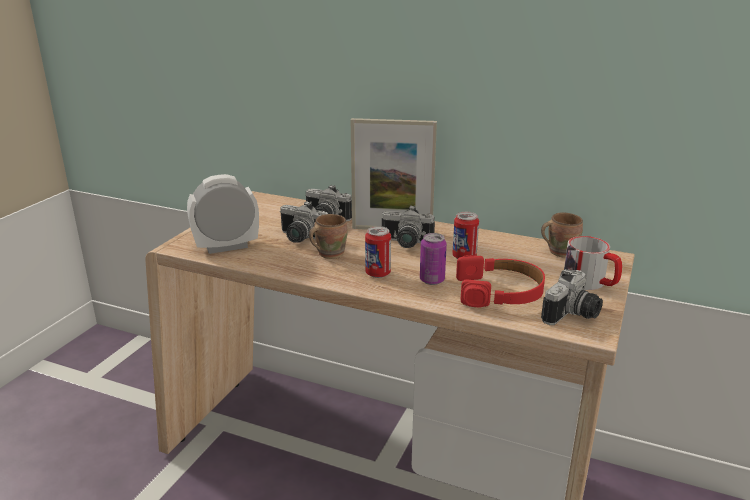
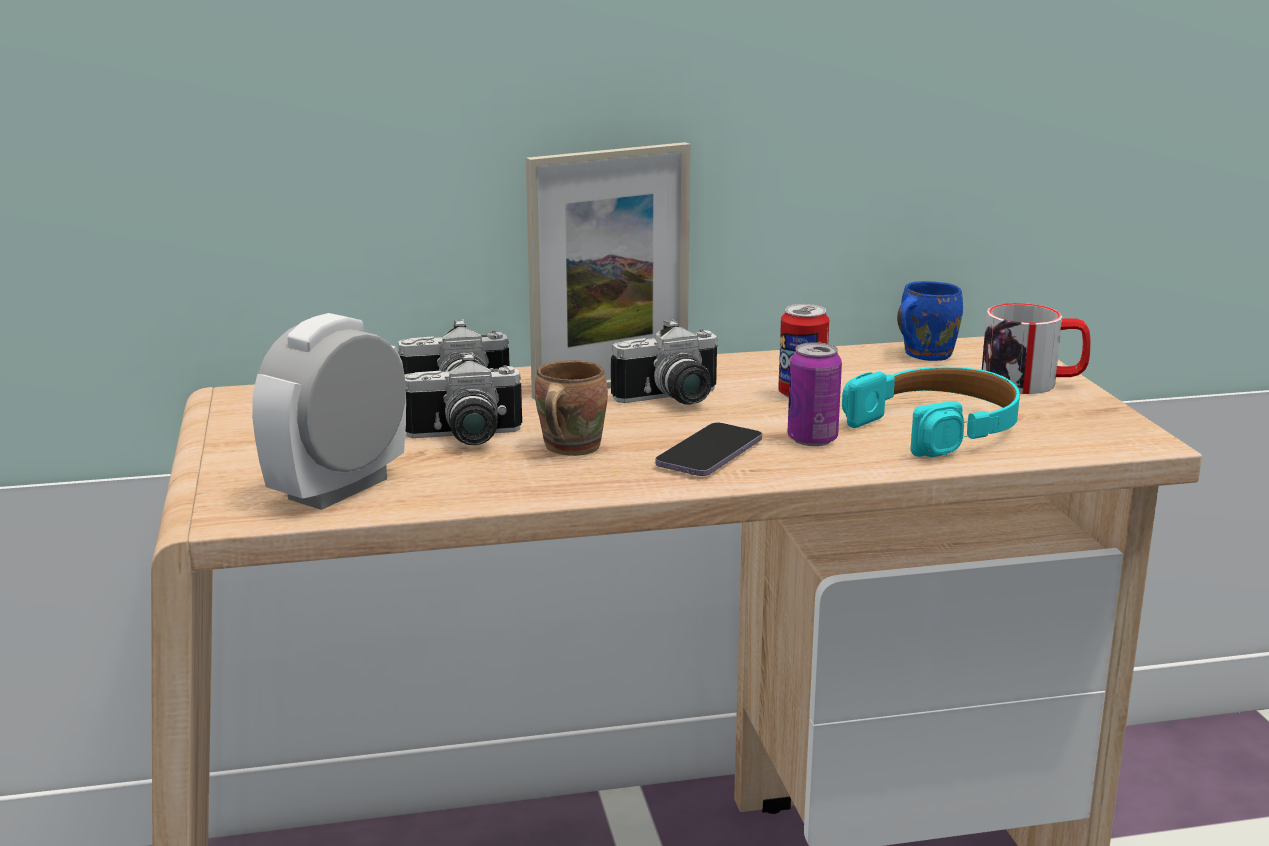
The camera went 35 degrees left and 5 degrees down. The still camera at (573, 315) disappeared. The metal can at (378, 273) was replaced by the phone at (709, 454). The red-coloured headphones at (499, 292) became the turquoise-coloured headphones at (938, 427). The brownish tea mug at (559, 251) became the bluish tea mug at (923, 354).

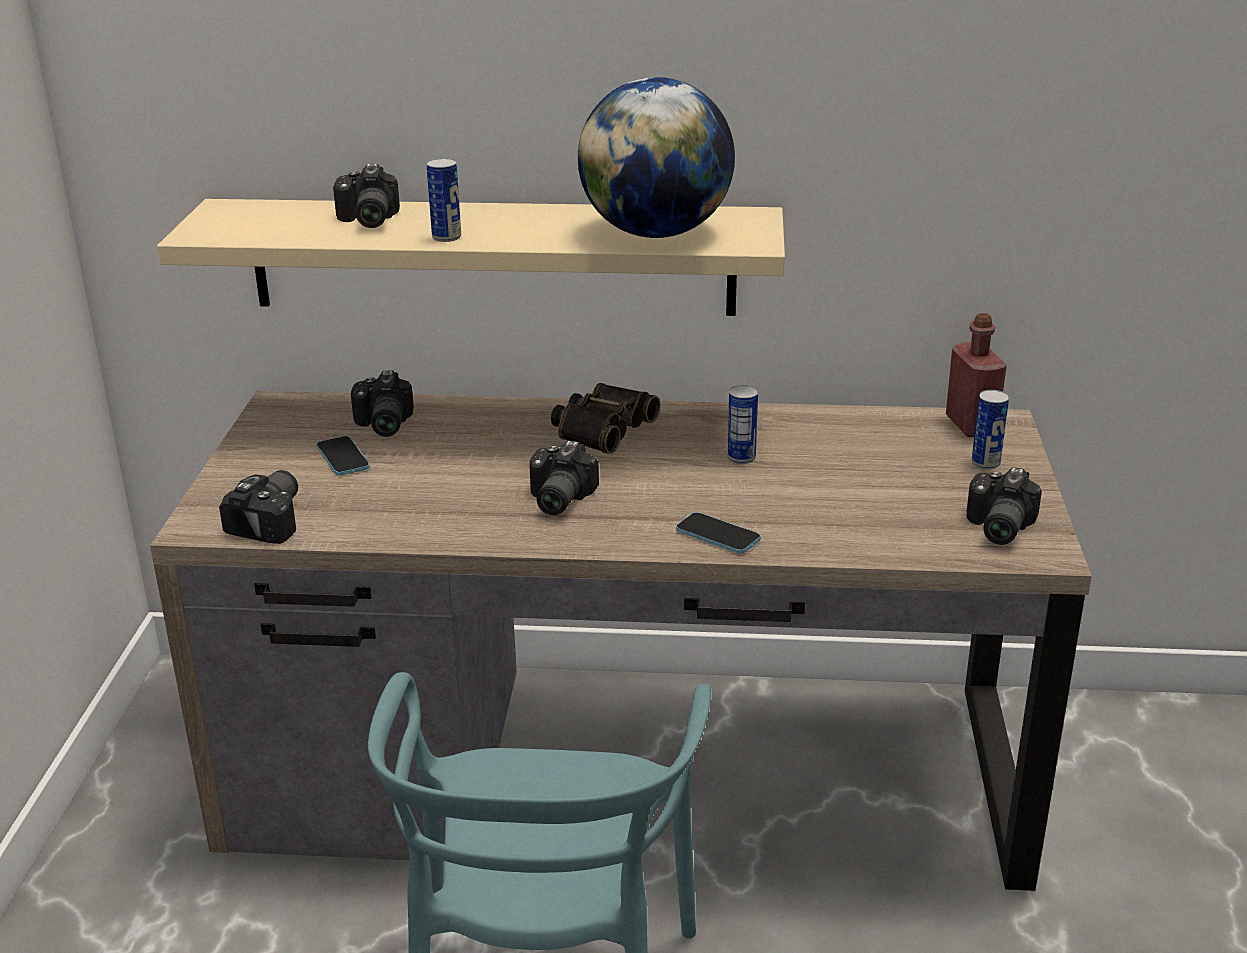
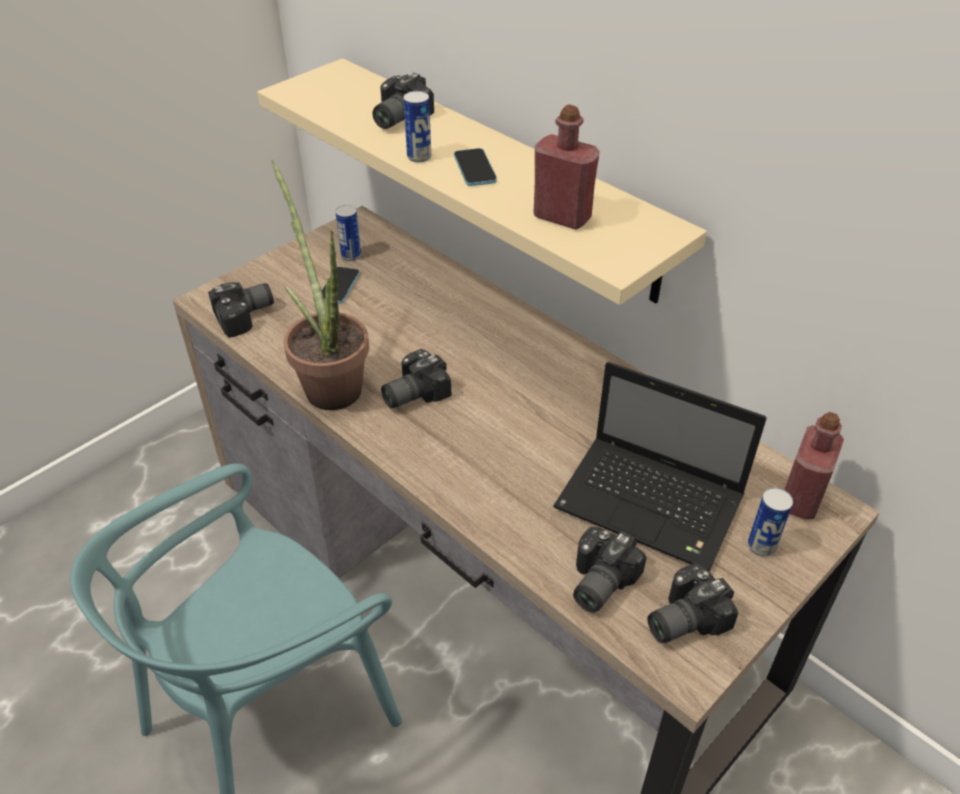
The camera went 40 degrees right and 15 degrees up. The field glasses at (601, 428) disappeared. The potted plant at (329, 383) appeared. The notebook computer at (653, 504) appeared. The still camera moved from (381, 425) to (597, 581). The phone moved from (718, 535) to (475, 169). The metal can moved from (741, 458) to (351, 255). The globe at (656, 233) was replaced by the red-coloured drink bottle at (562, 217).

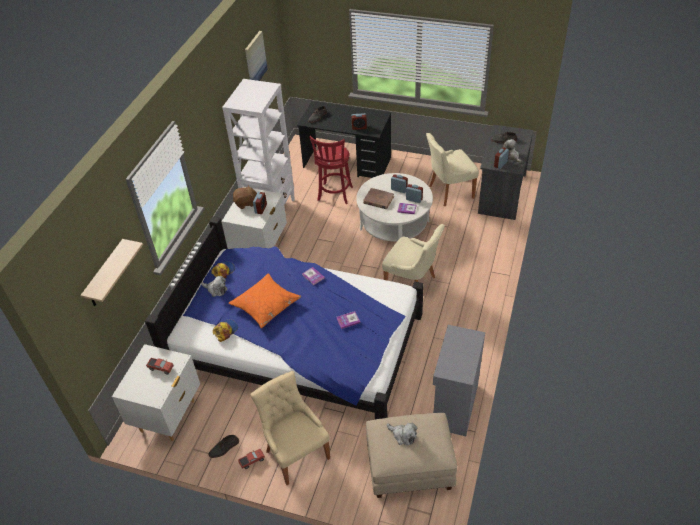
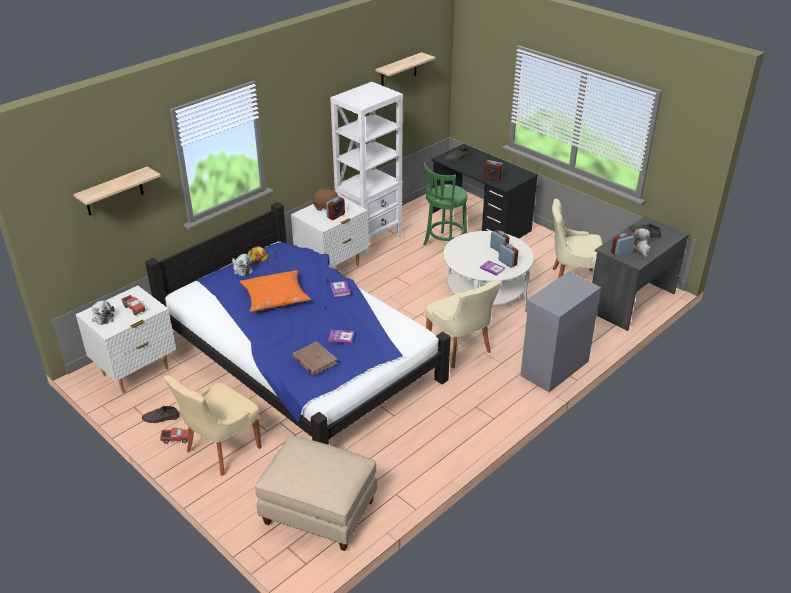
The camera went 25 degrees right and 10 degrees down. The cap at (225, 331) disappeared. The brownish book moved from (378, 200) to (314, 360). The plush toy moved from (403, 435) to (103, 317). The greyish cupboard moved from (454, 406) to (553, 368). The wall art at (255, 59) was replaced by the wall shelf at (398, 71). The red-coloured stool seat at (334, 195) became the green stool seat at (444, 245). The beige-coloured upright chair at (296, 453) turned 135 degrees counterclockwise.

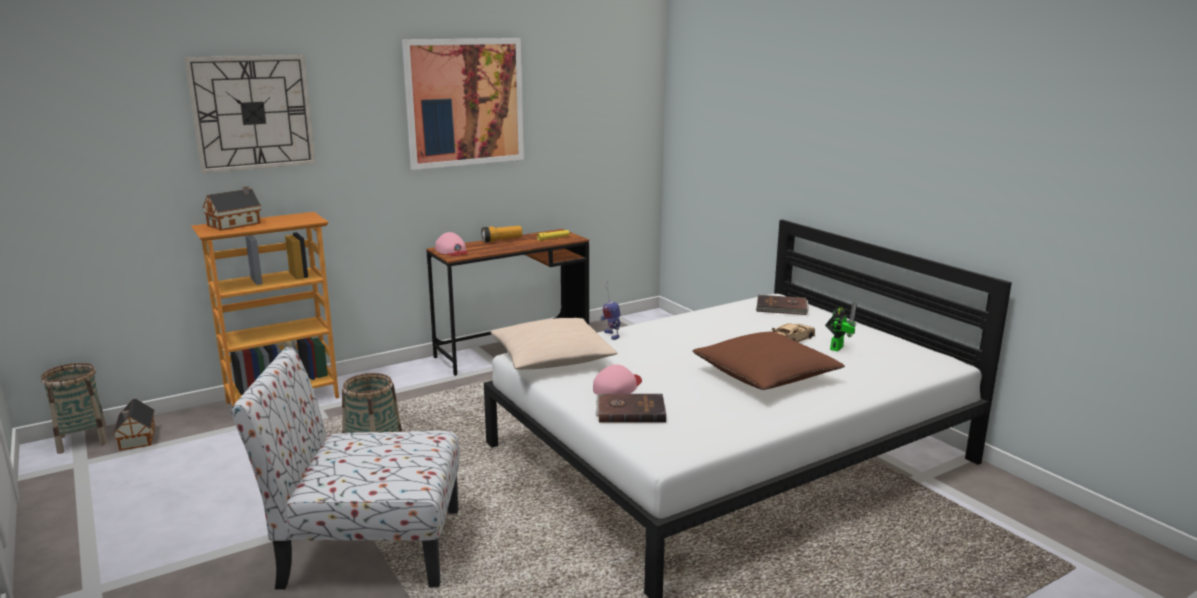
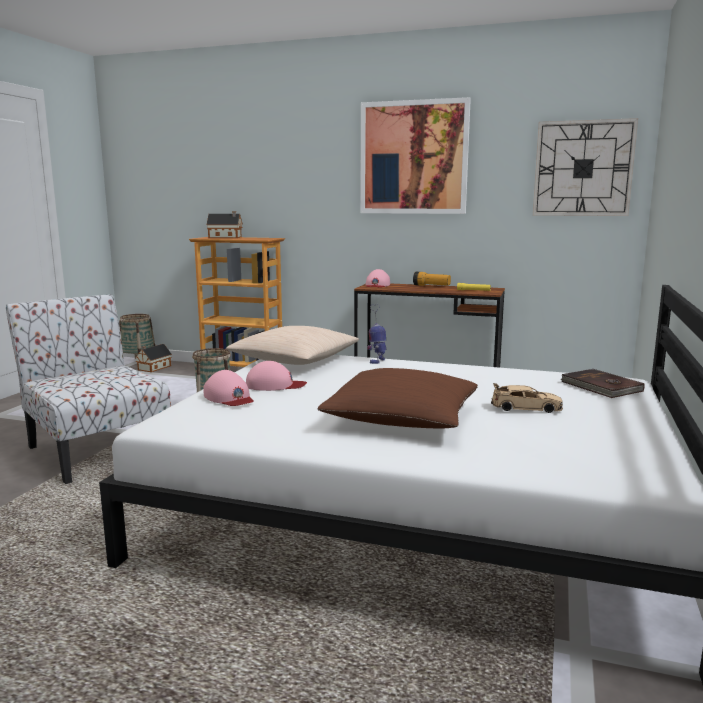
The camera went 50 degrees right and 5 degrees down. The robot figure at (837, 347) disappeared. The hanging clock moved from (252, 113) to (583, 168). The brownish book at (630, 411) was replaced by the pinkish cap at (229, 397).

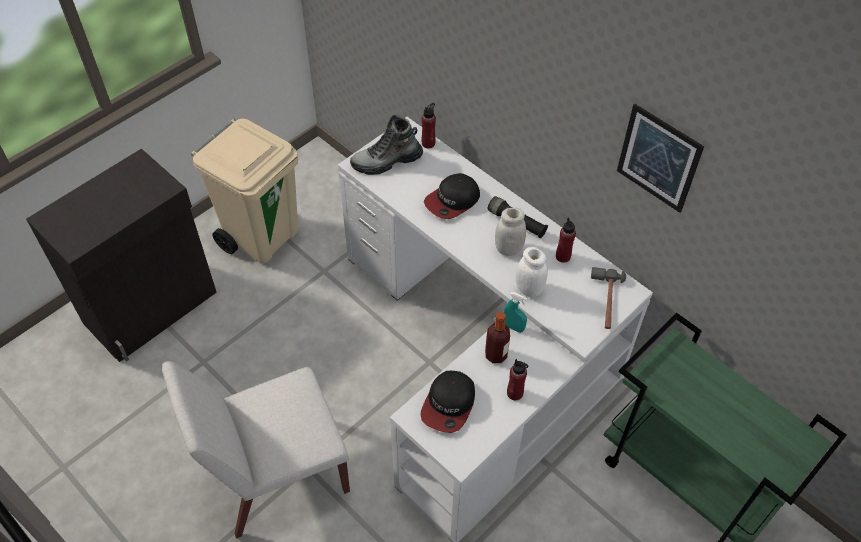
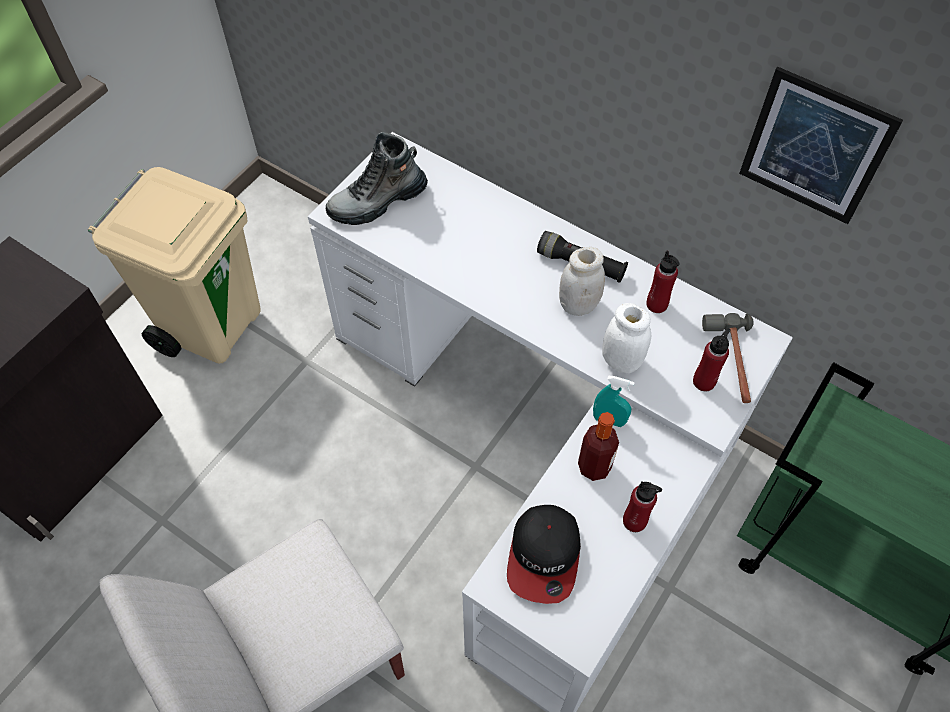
The camera went 10 degrees left and 5 degrees up. The cap at (452, 201) disappeared. The red-coloured drink bottle moved from (428, 143) to (704, 381).

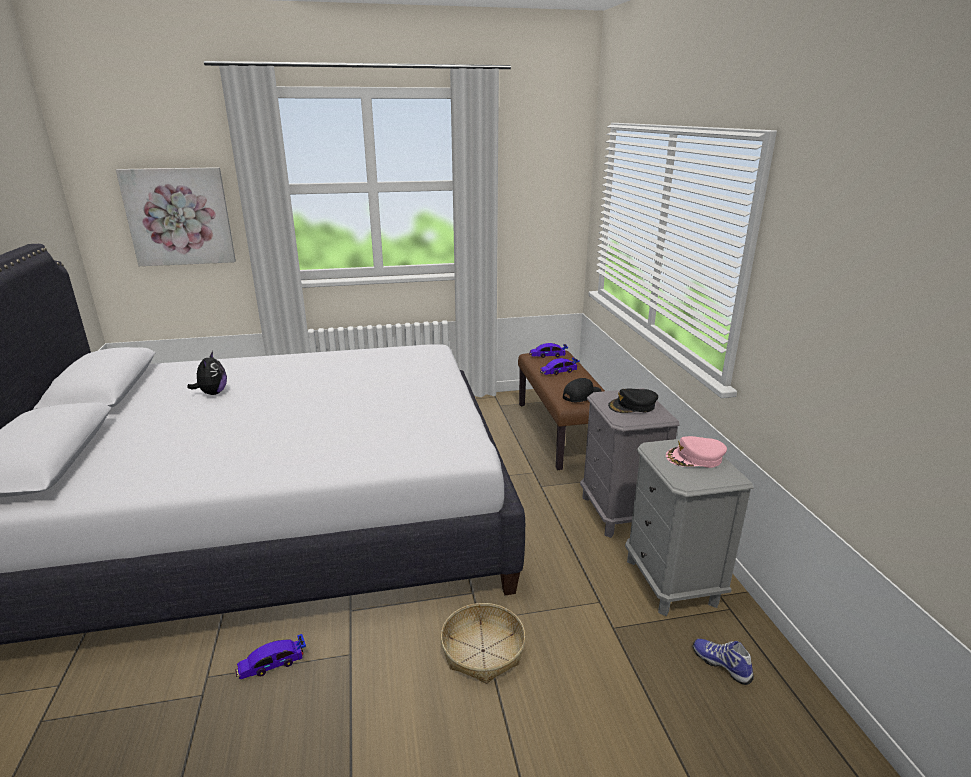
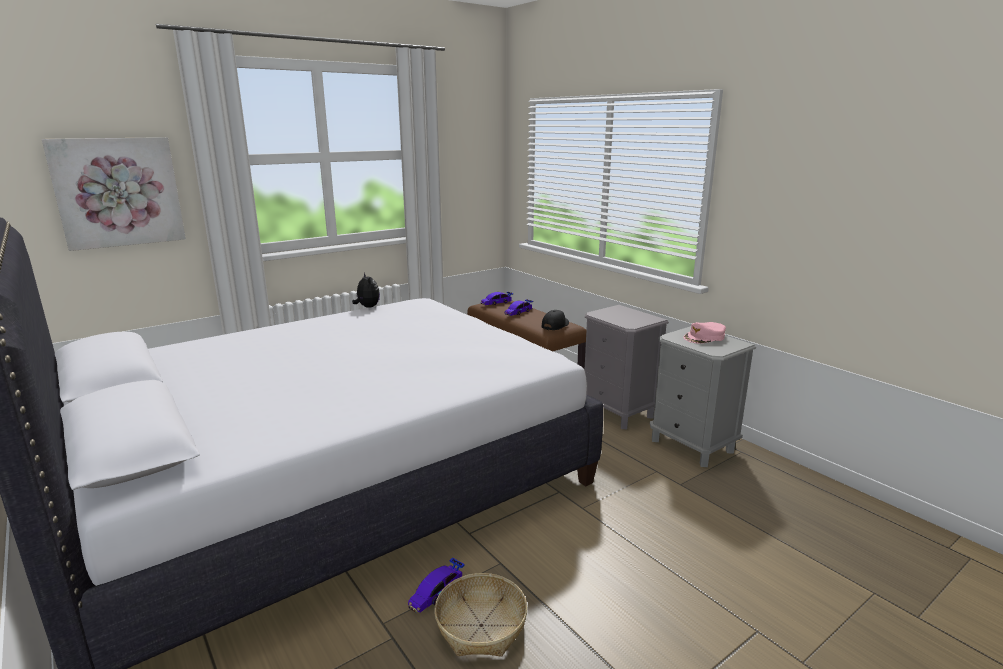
The camera went 25 degrees left and 5 degrees down. The blackish cap at (632, 406) disappeared. The low shoe at (722, 664) disappeared. The plush toy moved from (212, 393) to (367, 307). The household basket moved from (482, 651) to (481, 626).

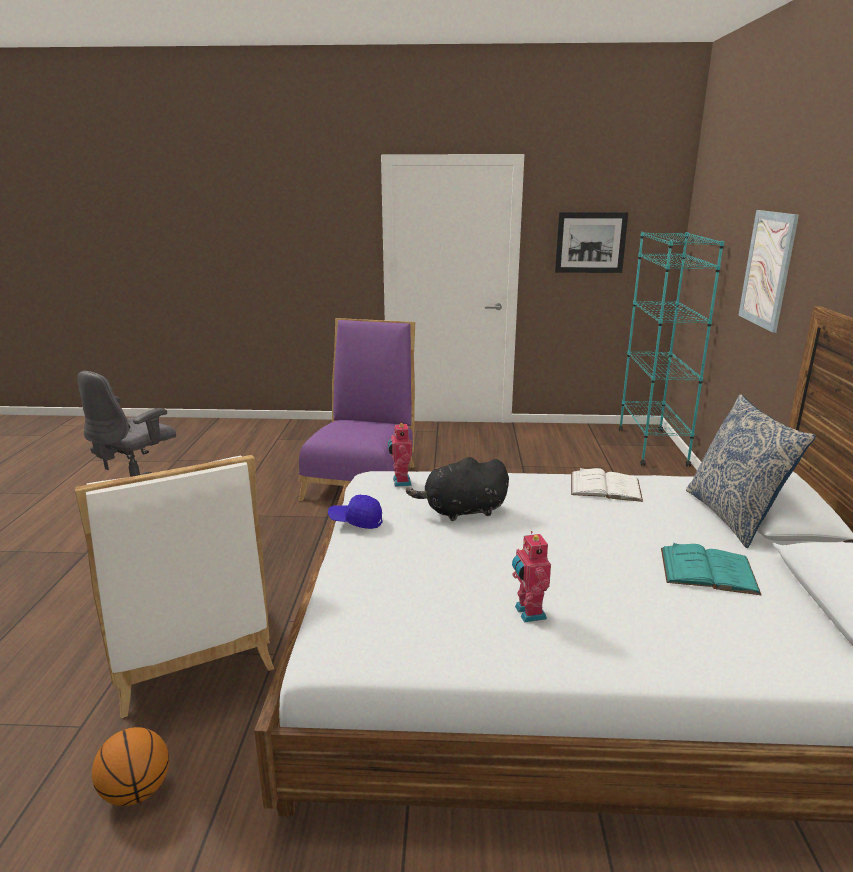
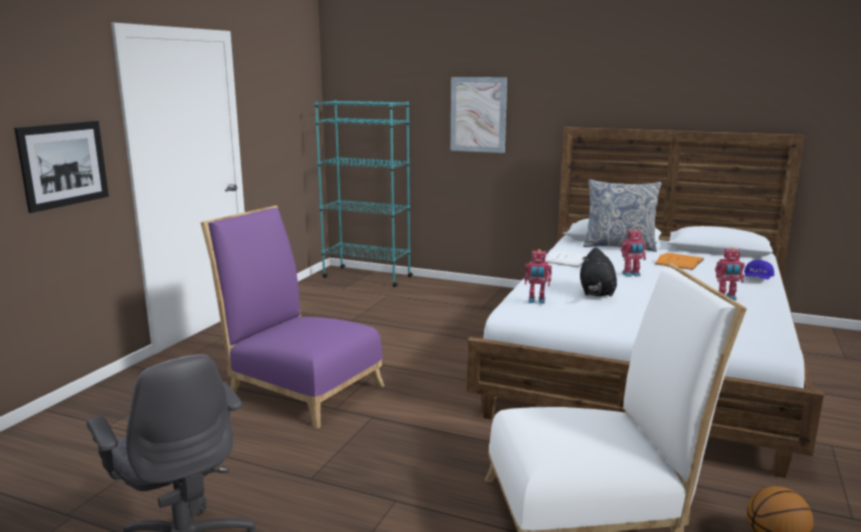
The camera went 70 degrees left and 5 degrees down. The robot figure at (631, 275) appeared. The bluish cap moved from (356, 521) to (757, 279). The wall art moved from (590, 242) to (64, 164). The turquoise-coloured book at (708, 570) became the orange-coloured book at (679, 261).

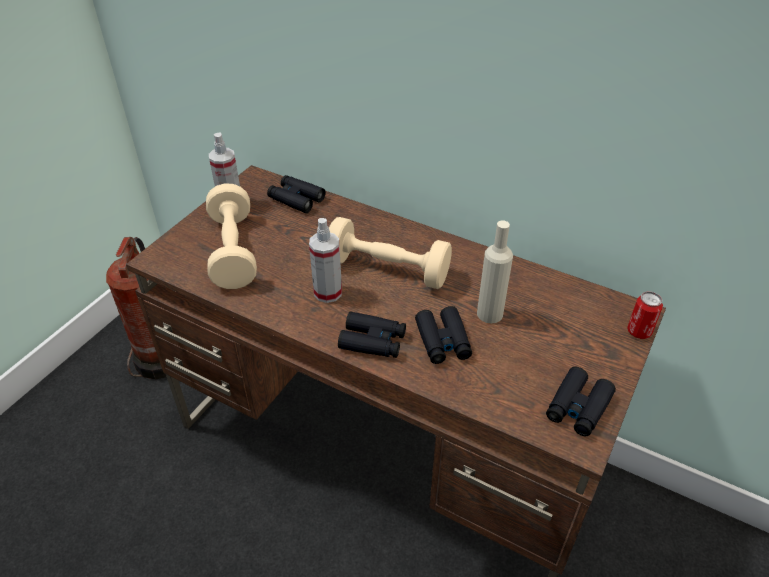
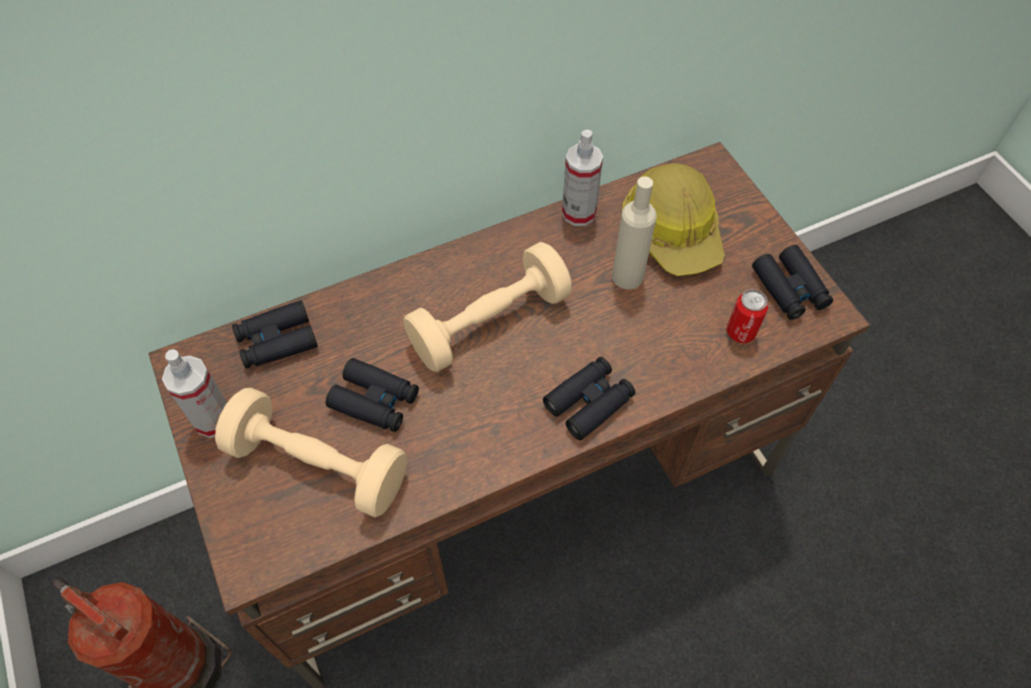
The camera went 55 degrees left and 15 degrees up. The work helmet at (672, 231) appeared. The sprayer moved from (328, 292) to (579, 213). The blackish field glasses moved from (443, 341) to (375, 401). The metal can moved from (639, 331) to (740, 332).

